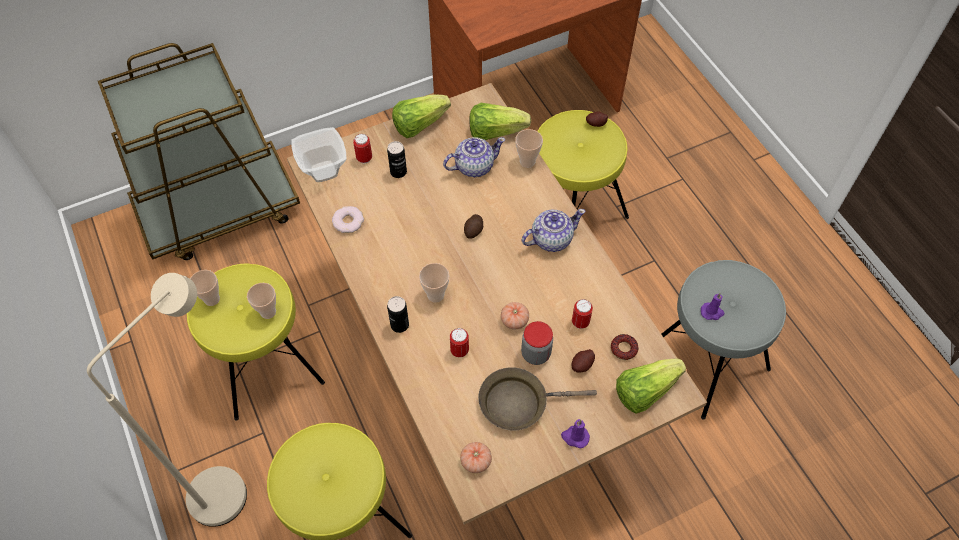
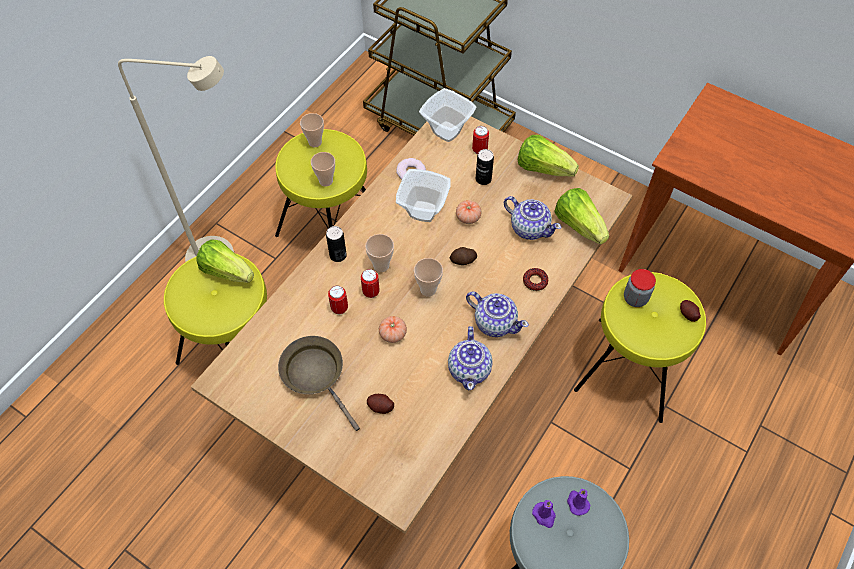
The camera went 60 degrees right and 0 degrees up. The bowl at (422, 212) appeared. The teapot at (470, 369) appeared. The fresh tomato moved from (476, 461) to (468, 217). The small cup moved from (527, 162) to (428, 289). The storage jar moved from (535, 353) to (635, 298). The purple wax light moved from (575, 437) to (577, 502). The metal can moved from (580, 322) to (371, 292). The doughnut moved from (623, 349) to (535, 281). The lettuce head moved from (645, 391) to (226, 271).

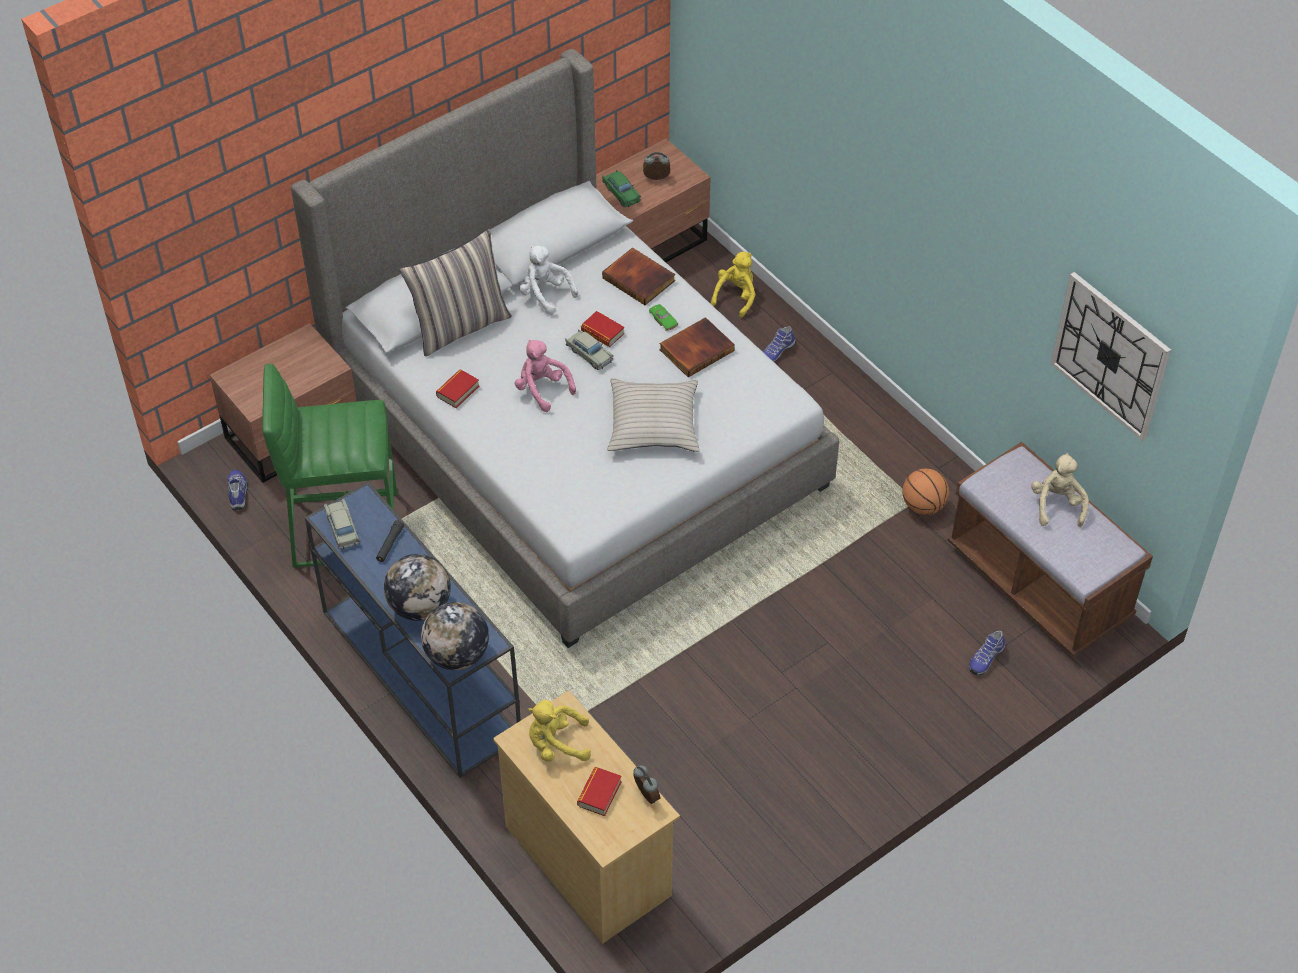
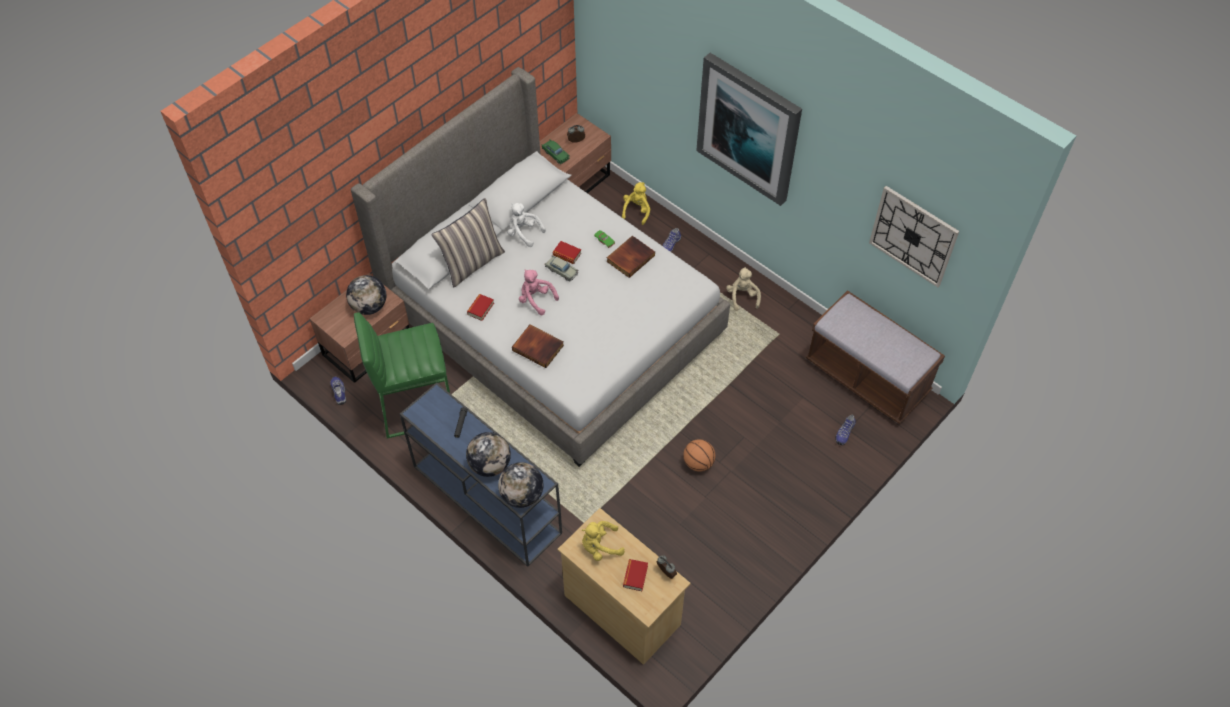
The camera went 10 degrees left and 5 degrees up. The beige-coloured toy car at (342, 528) disappeared. The beige-coloured throw pillow at (653, 423) disappeared. The globe at (369, 306) appeared. The wall art at (749, 128) appeared. The book moved from (640, 279) to (538, 347). The basketball moved from (923, 506) to (698, 463). The beige-coloured plush toy moved from (1057, 505) to (742, 297).

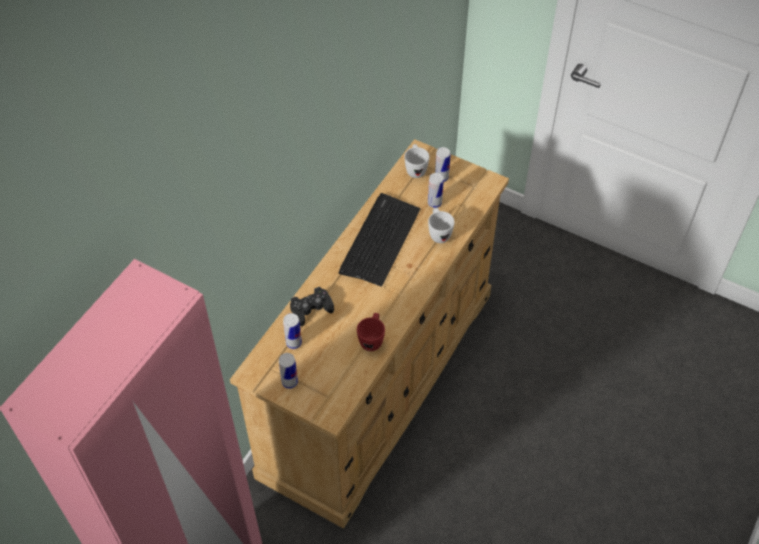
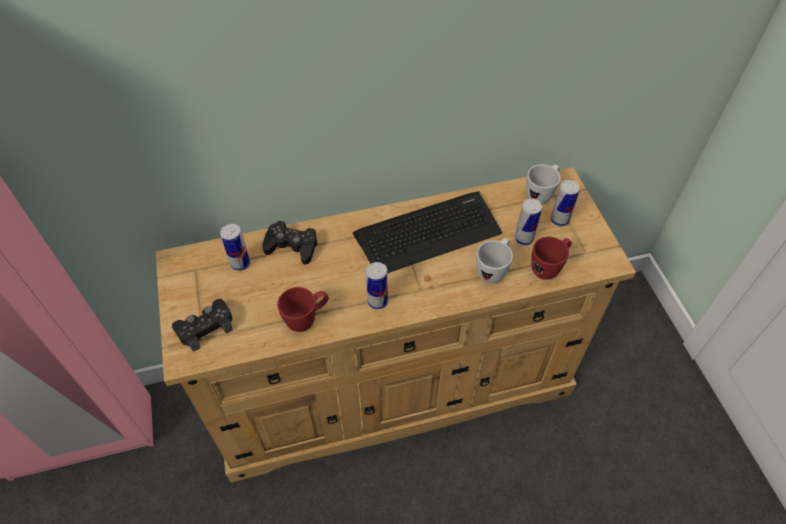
The camera went 45 degrees right and 0 degrees up. The blackish game controller at (205, 327) appeared. The red-coloured tea mug at (548, 268) appeared. The metal can moved from (289, 382) to (377, 301).

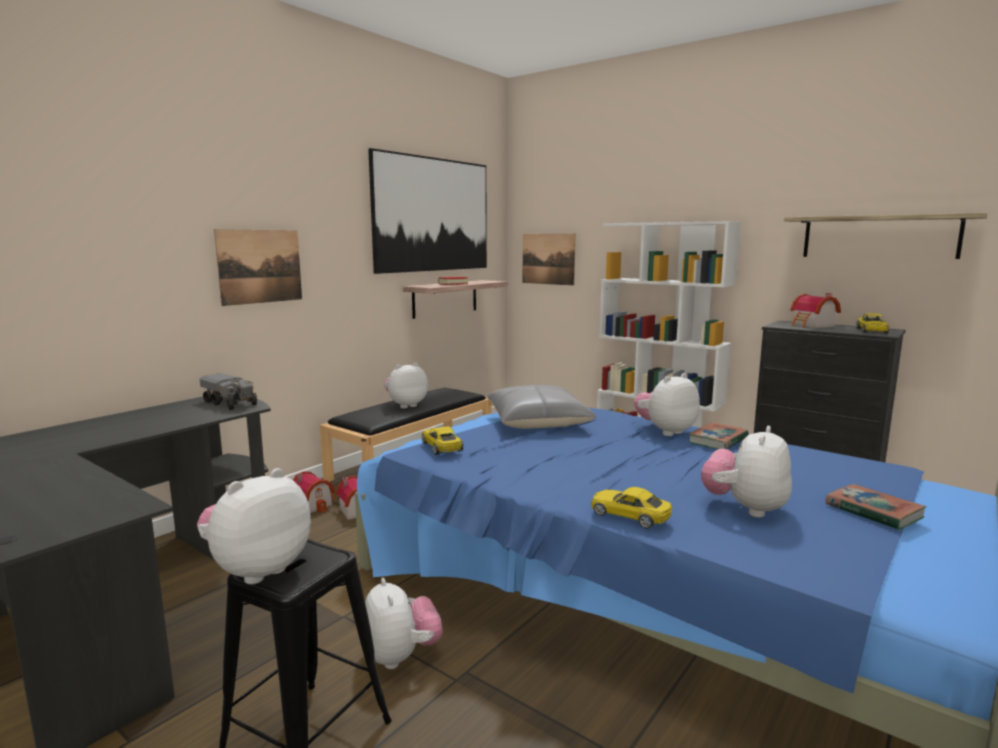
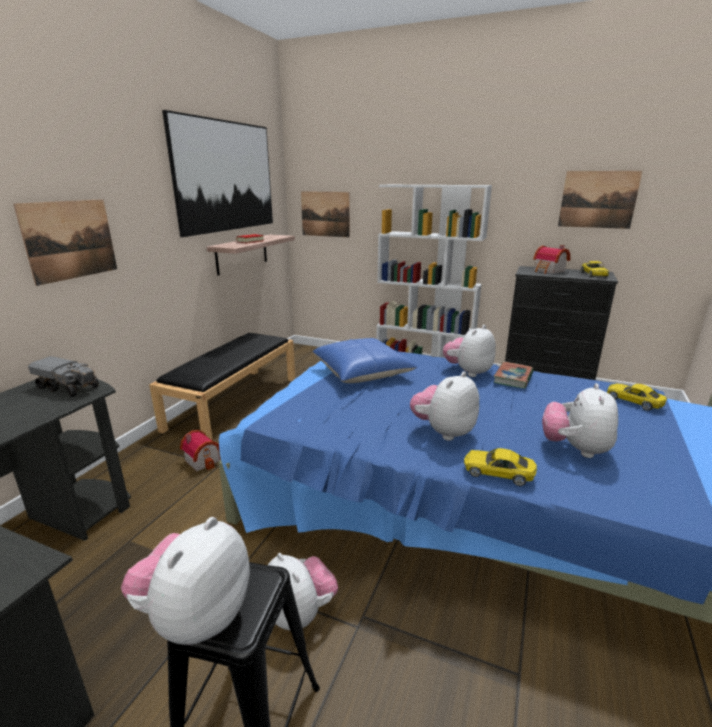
The camera went 15 degrees left and 10 degrees up. The toy house at (314, 504) disappeared. The book at (873, 511) disappeared. The plush toy moved from (405, 405) to (443, 432). The yellow toy car moved from (442, 447) to (633, 401). The wall shelf at (879, 237) was replaced by the wall art at (598, 199). The greyish throw pillow at (538, 422) became the bluish throw pillow at (362, 372).

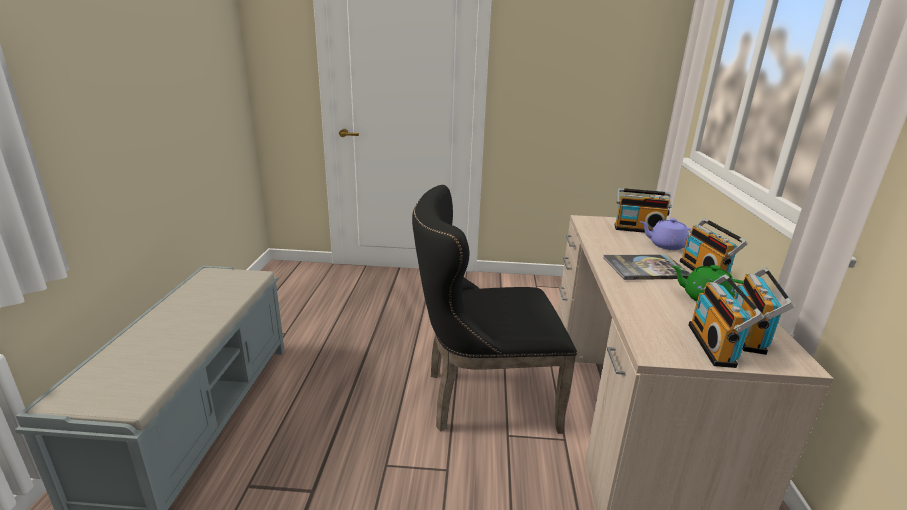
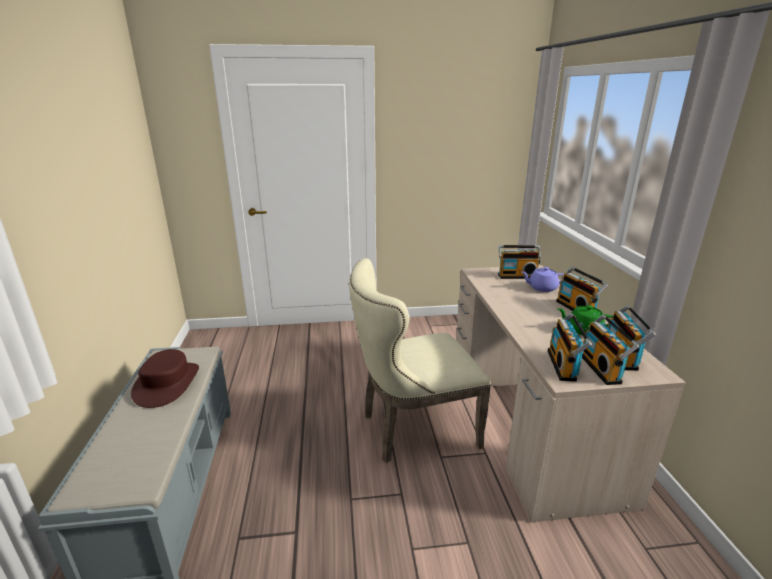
The camera went 10 degrees left and 0 degrees up. The book at (645, 268) disappeared. The brownish hat at (167, 384) appeared. The radio at (564, 365) appeared. The blackish upright chair at (482, 398) became the beige-coloured upright chair at (412, 429).

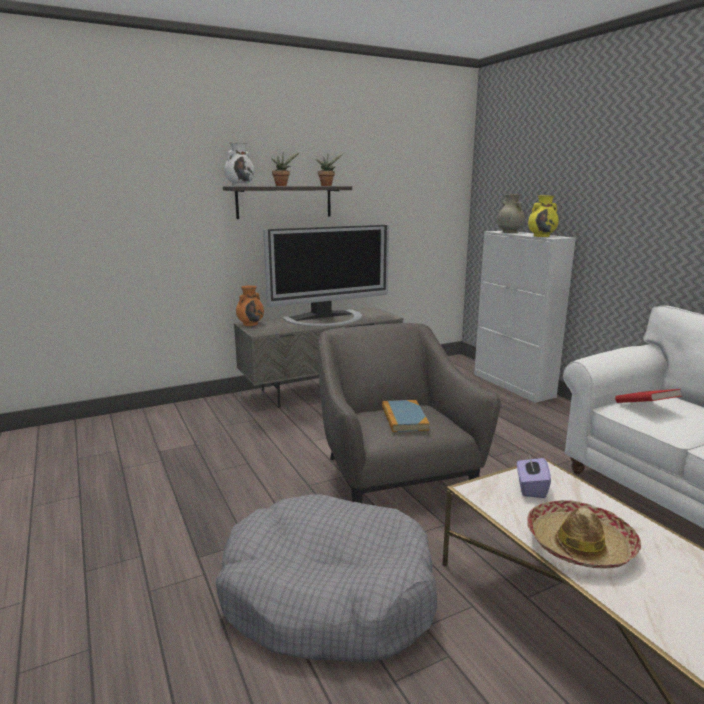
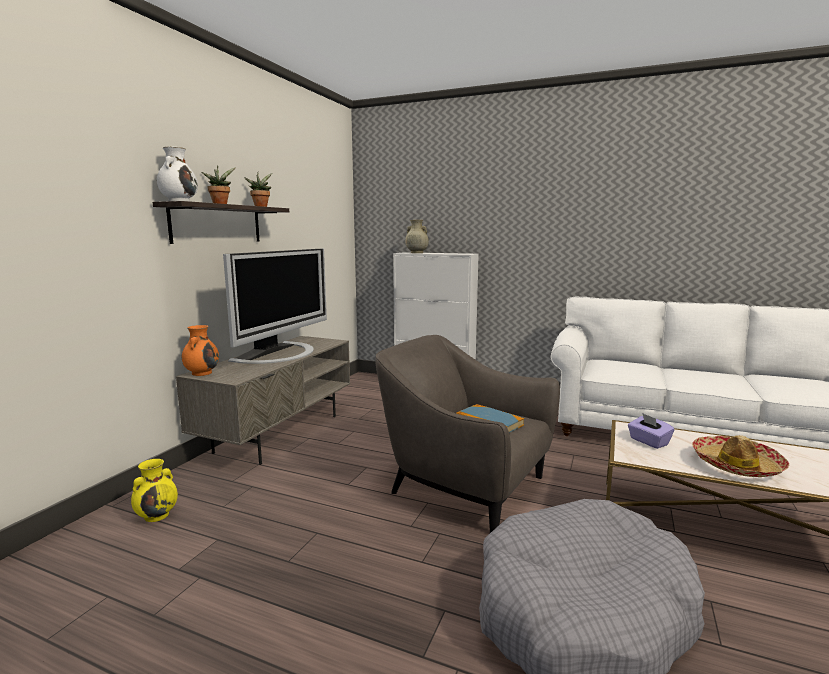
The camera went 40 degrees left and 5 degrees down. The red-coloured book at (645, 408) disappeared. The yellow decorative vase moved from (542, 236) to (157, 515).

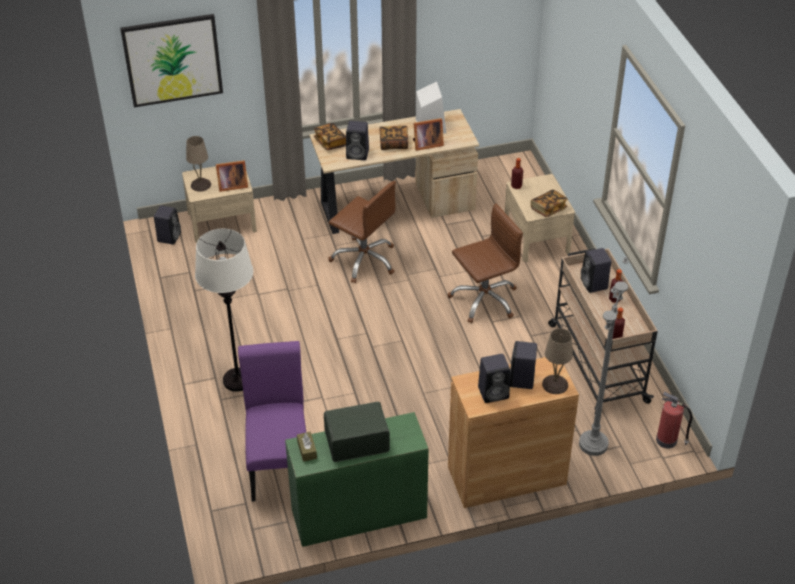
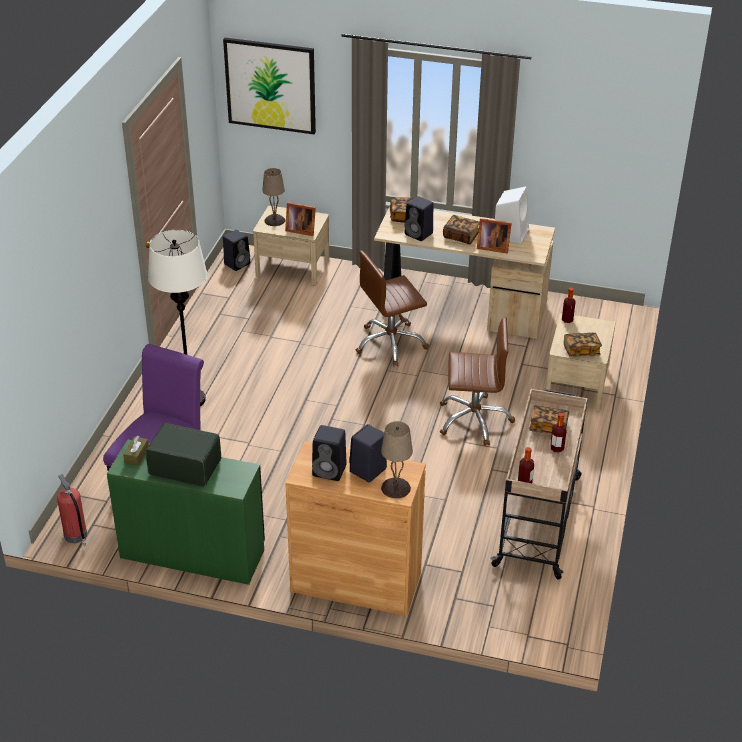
The camera went 30 degrees right and 5 degrees down. The greyish standard lamp at (593, 444) disappeared. The fire extinguisher moved from (667, 440) to (76, 535). The blackish speaker at (594, 284) was replaced by the book at (548, 427). The brownish office chair at (364, 260) turned 90 degrees clockwise.

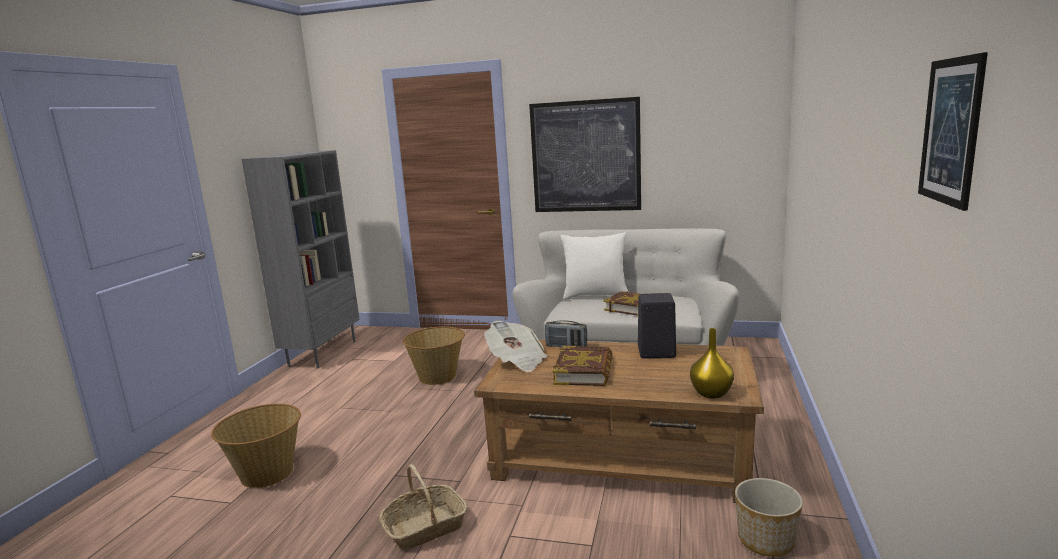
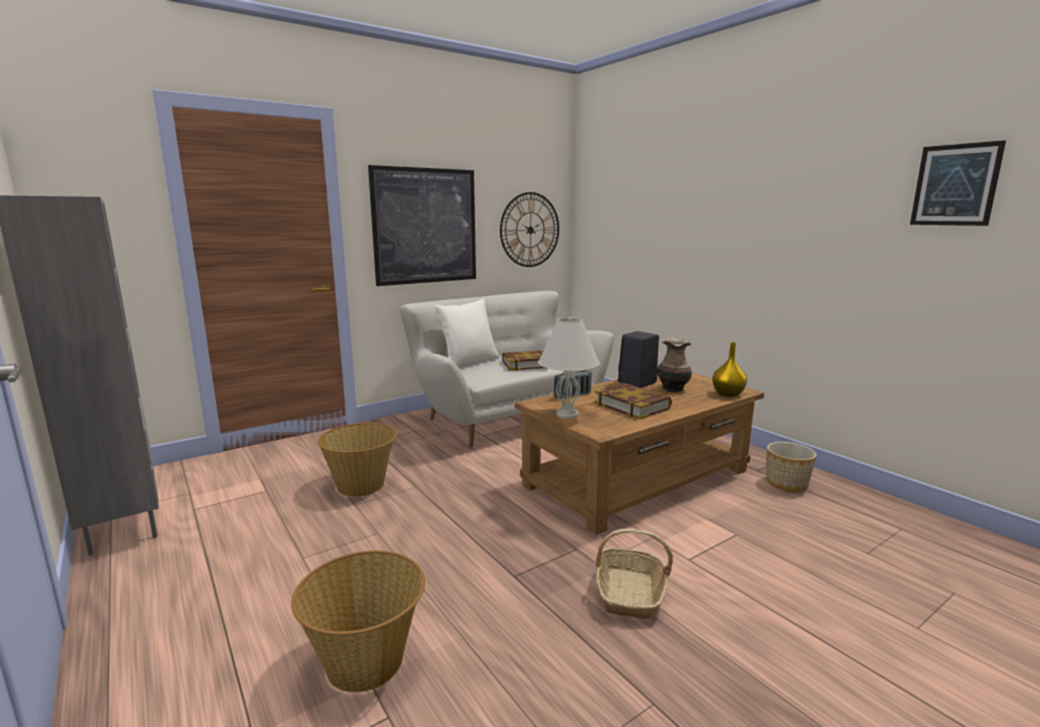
The camera went 50 degrees left and 0 degrees up. The hanging clock at (530, 230) appeared. The decorative vase at (672, 389) appeared. The printed paper at (517, 361) was replaced by the white-coloured tabletop lamp at (568, 414).

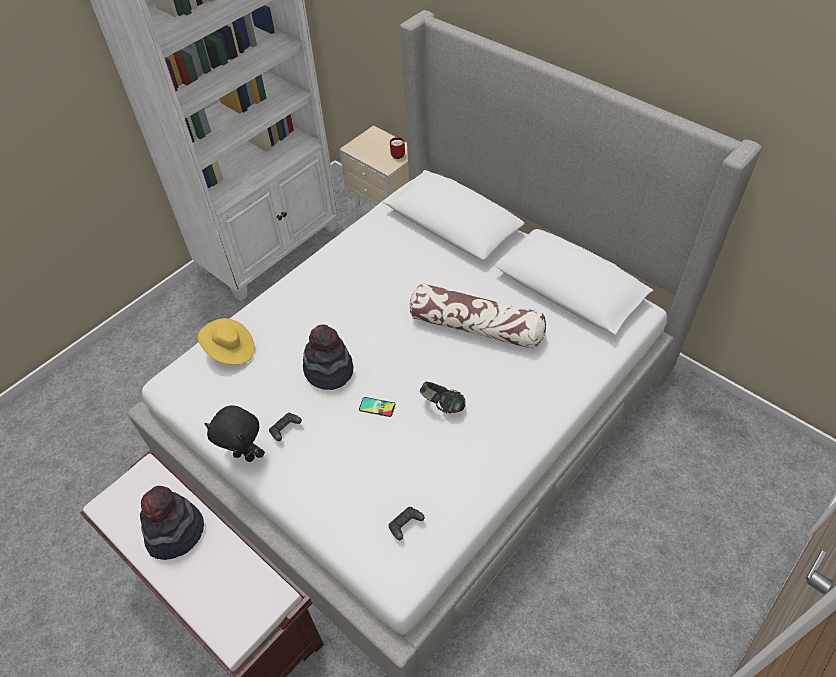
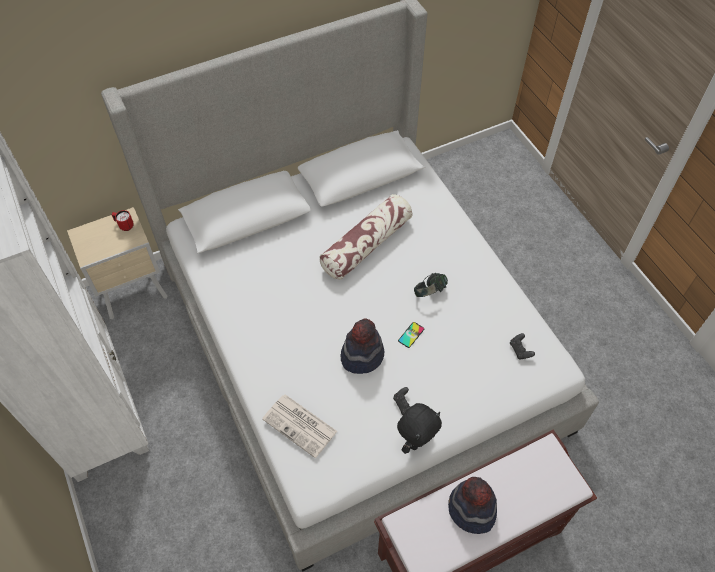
The camera went 70 degrees left and 5 degrees up. The yellow hat at (230, 351) was replaced by the printed paper at (301, 425).

